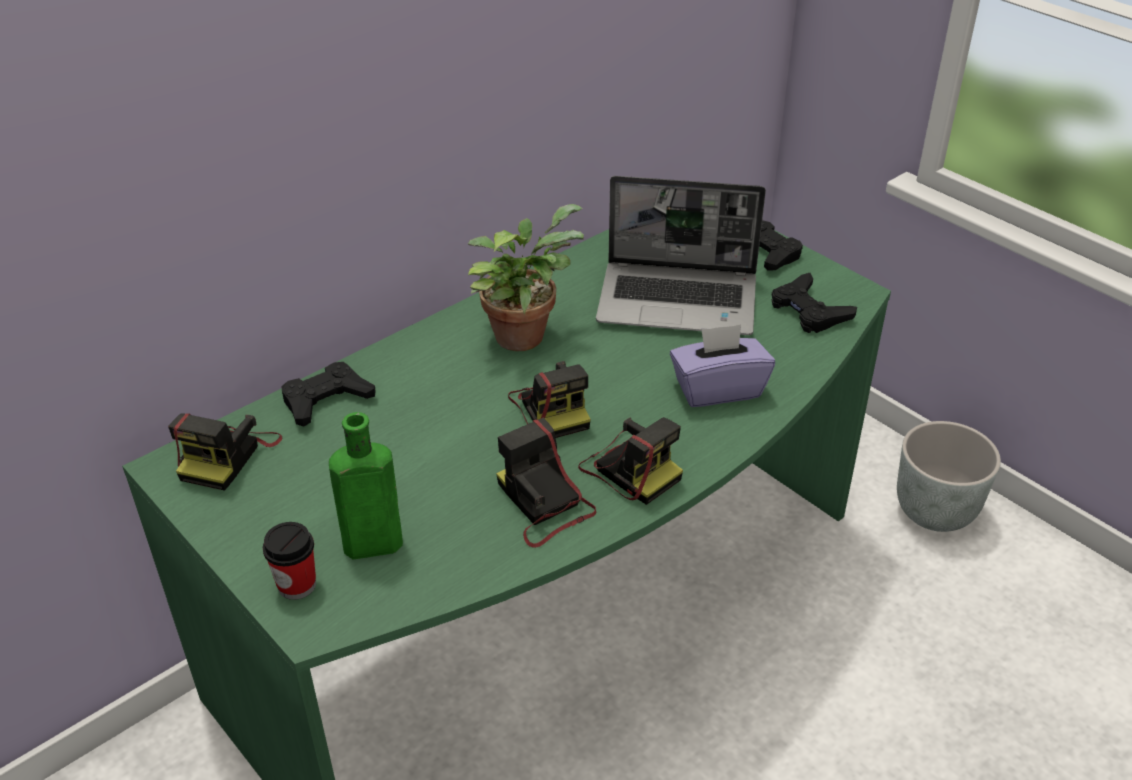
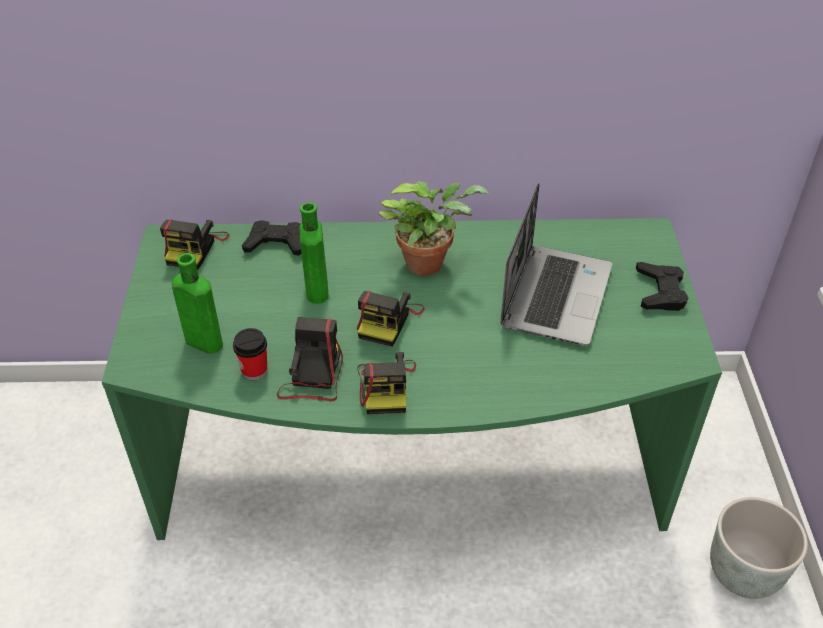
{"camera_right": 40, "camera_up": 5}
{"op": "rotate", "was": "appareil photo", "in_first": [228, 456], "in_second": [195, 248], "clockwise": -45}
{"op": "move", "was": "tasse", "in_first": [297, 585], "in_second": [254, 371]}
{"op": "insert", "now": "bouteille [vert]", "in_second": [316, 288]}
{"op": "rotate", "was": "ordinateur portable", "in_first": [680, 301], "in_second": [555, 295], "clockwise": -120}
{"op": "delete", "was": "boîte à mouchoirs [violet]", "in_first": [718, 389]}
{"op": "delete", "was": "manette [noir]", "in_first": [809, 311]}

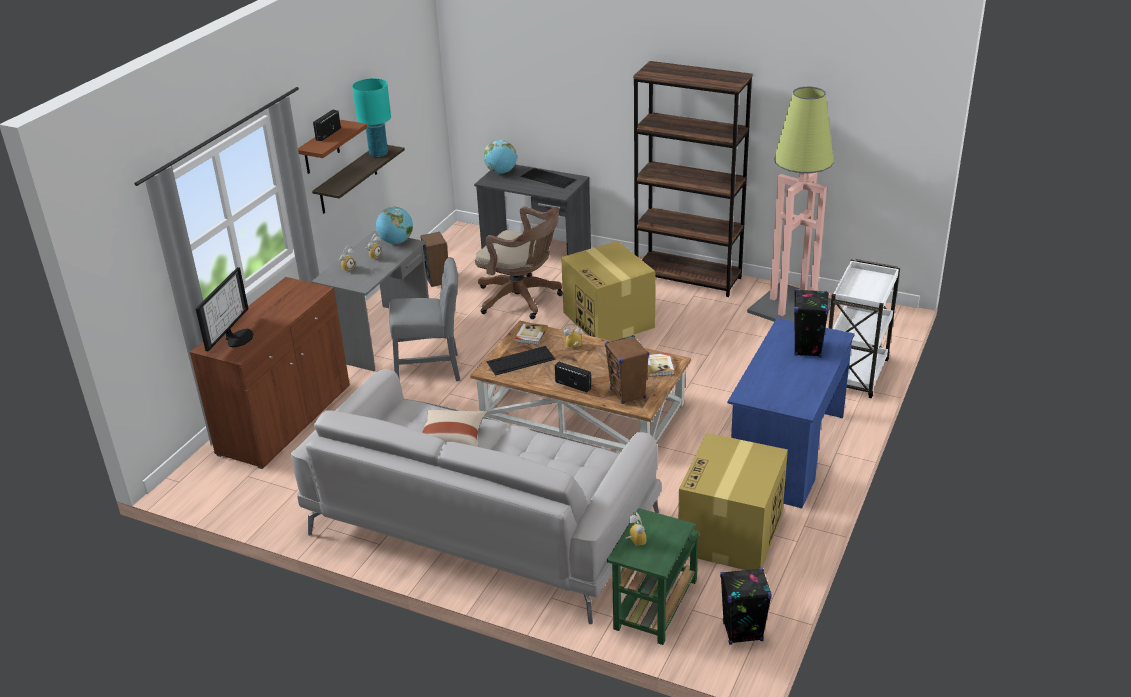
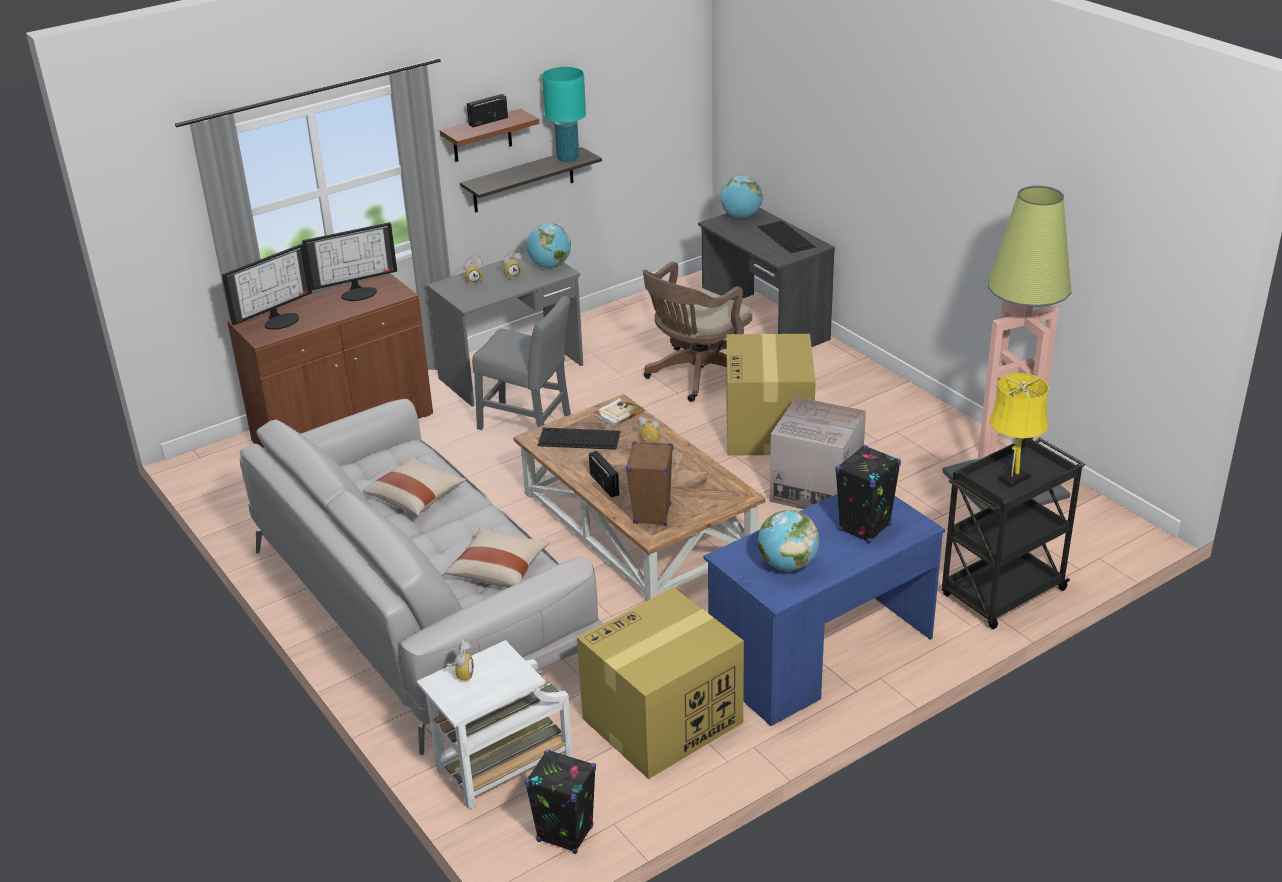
{"camera_right": 30, "camera_up": 0}
{"op": "insert", "now": "écran d'ordinateur", "in_second": [358, 292]}
{"op": "recolor", "was": "table d'appoint [vert]", "now": "table d'appoint [blanc]", "in_first": [654, 607], "in_second": [501, 766]}
{"op": "insert", "now": "coussin [beige]", "in_second": [500, 570]}
{"op": "rotate", "was": "chaise de bureau [marron]", "in_first": [522, 299], "in_second": [696, 376], "clockwise": 75}
{"op": "insert", "now": "globe", "in_second": [787, 565]}
{"op": "insert", "now": "carton", "in_second": [816, 489]}
{"op": "recolor", "was": "chariot [blanc]", "now": "chariot [noir]", "in_first": [855, 375], "in_second": [1001, 594]}
{"op": "insert", "now": "lampe de table [jaune]", "in_second": [1011, 479]}
{"op": "delete", "was": "enceinte", "in_first": [437, 278]}
{"op": "delete", "was": "bibliothèque [marron]", "in_first": [688, 278]}
{"op": "delete", "was": "livre", "in_first": [659, 366]}

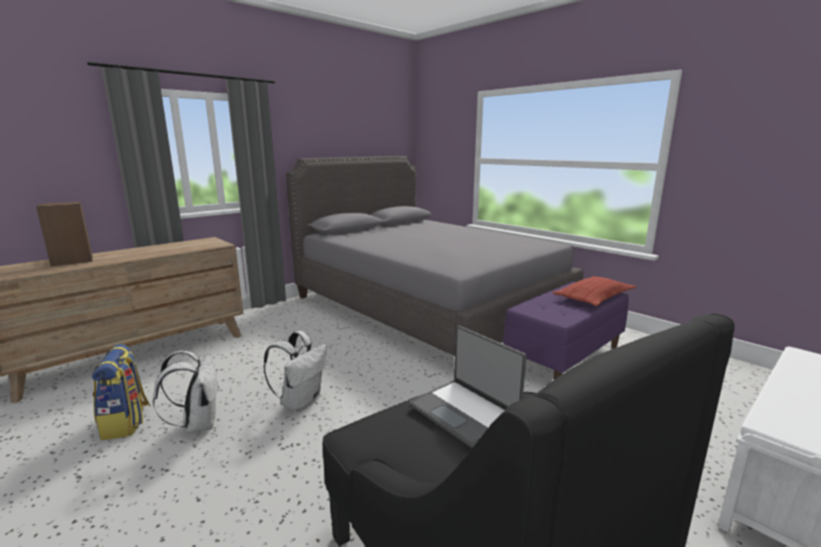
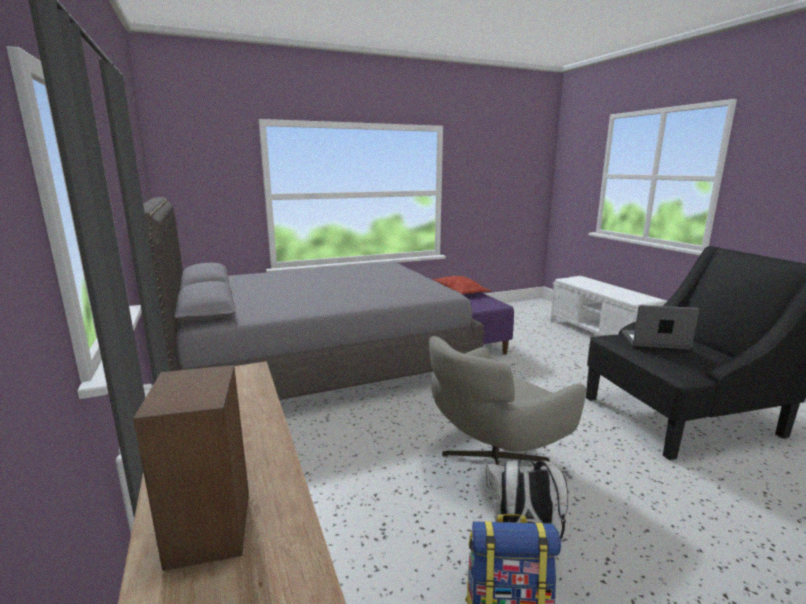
{"camera_right": -70, "camera_up": 0}
{"op": "replace", "was": "sac à dos [blanc]", "now": "fauteuil [gris]", "in_first": [301, 402], "in_second": [492, 461]}
{"op": "rotate", "was": "ordinateur portable", "in_first": [465, 412], "in_second": [654, 341], "clockwise": -150}

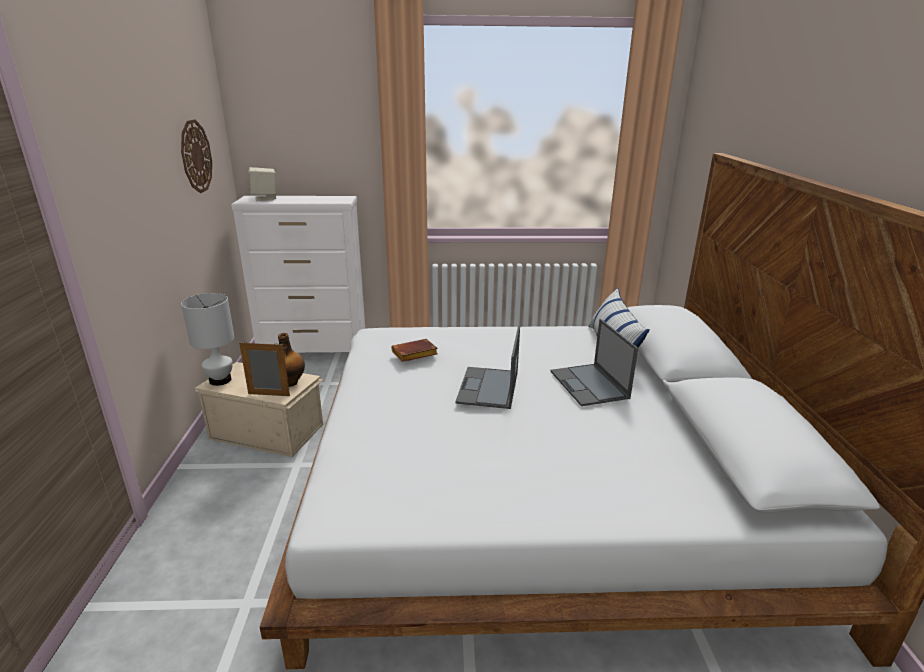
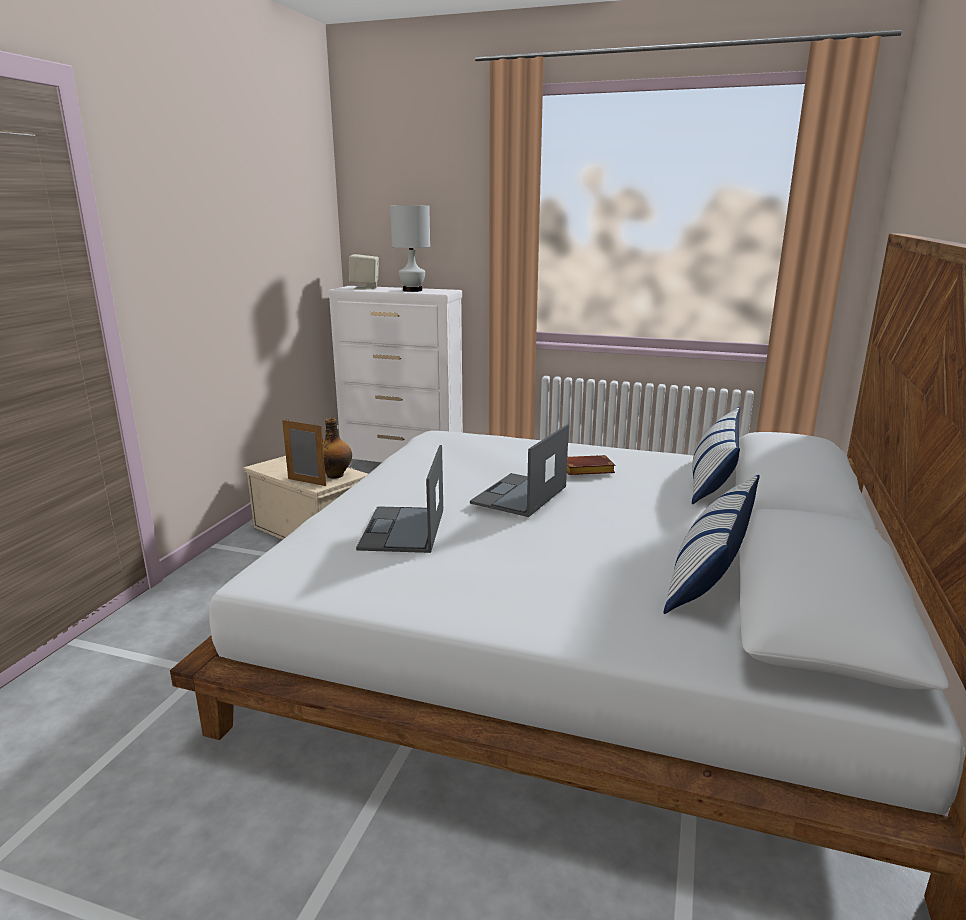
{"camera_right": 20, "camera_up": -5}
{"op": "move", "was": "ordinateur portable", "in_first": [589, 385], "in_second": [403, 530]}
{"op": "move", "was": "lampe de table [blanc]", "in_first": [219, 380], "in_second": [412, 290]}
{"op": "move", "was": "livre [marron]", "in_first": [414, 354], "in_second": [586, 470]}
{"op": "insert", "now": "coussin", "in_second": [708, 574]}
{"op": "delete", "was": "horloge murale", "in_first": [195, 156]}

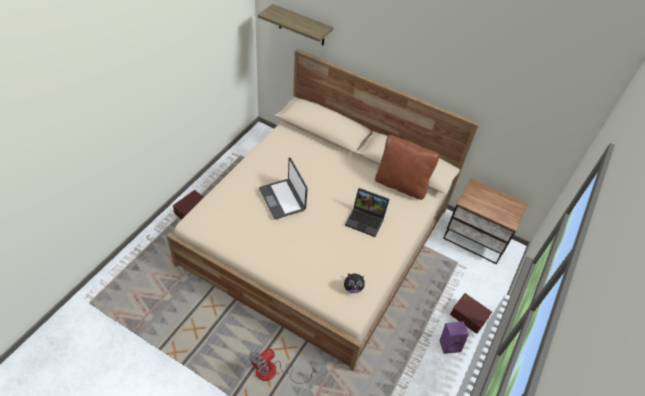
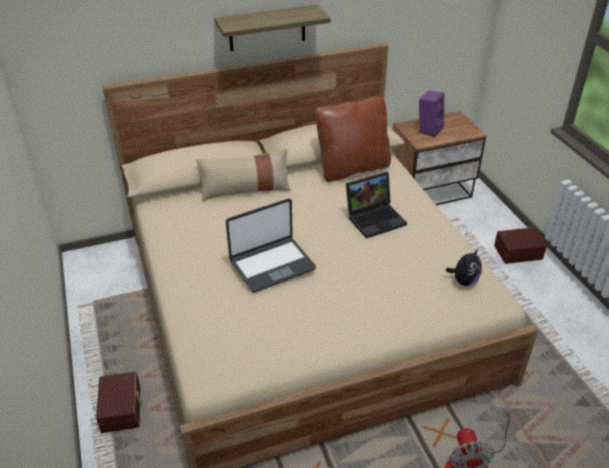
{"camera_right": -45, "camera_up": -10}
{"op": "insert", "now": "coussin [beige]", "in_second": [245, 190]}
{"op": "move", "was": "étagère", "in_first": [301, 25], "in_second": [267, 28]}
{"op": "rotate", "was": "ordinateur portable", "in_first": [282, 199], "in_second": [272, 265], "clockwise": -45}
{"op": "move", "was": "enceinte [violet]", "in_first": [449, 344], "in_second": [429, 129]}

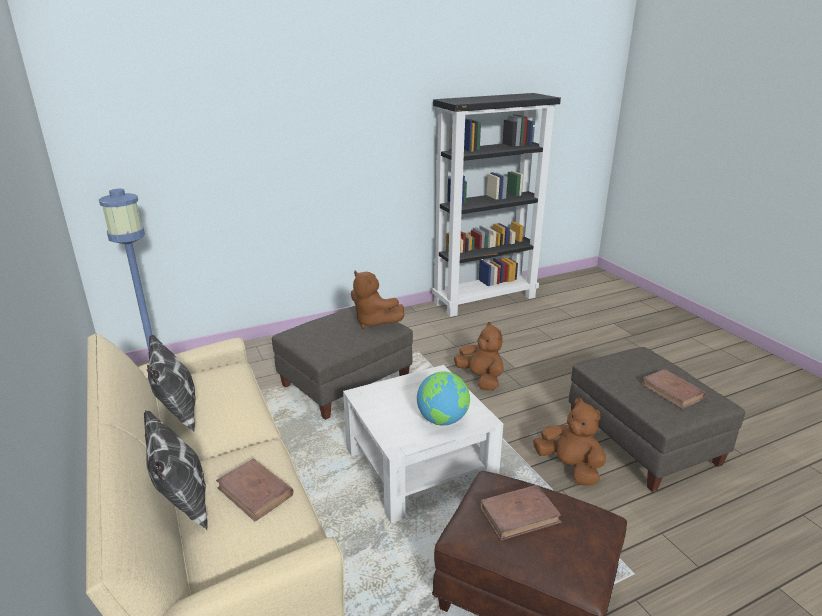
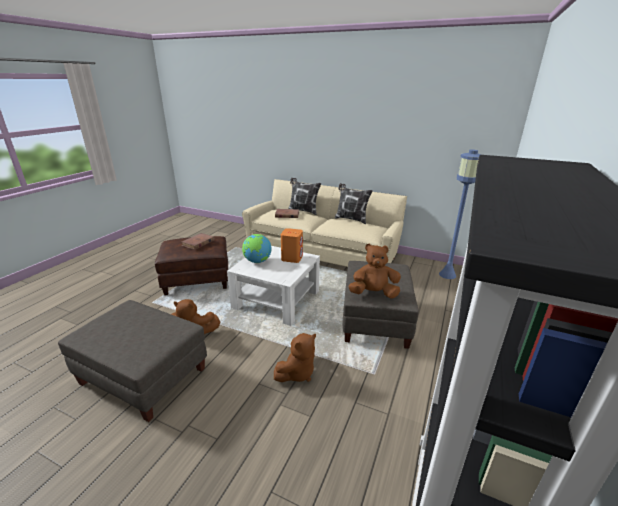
{"camera_right": 140, "camera_up": 0}
{"op": "rotate", "was": "peluche [marron]", "in_first": [481, 379], "in_second": [297, 373], "clockwise": -60}
{"op": "insert", "now": "enceinte [orange]", "in_second": [292, 258]}
{"op": "delete", "was": "livre [marron]", "in_first": [672, 391]}

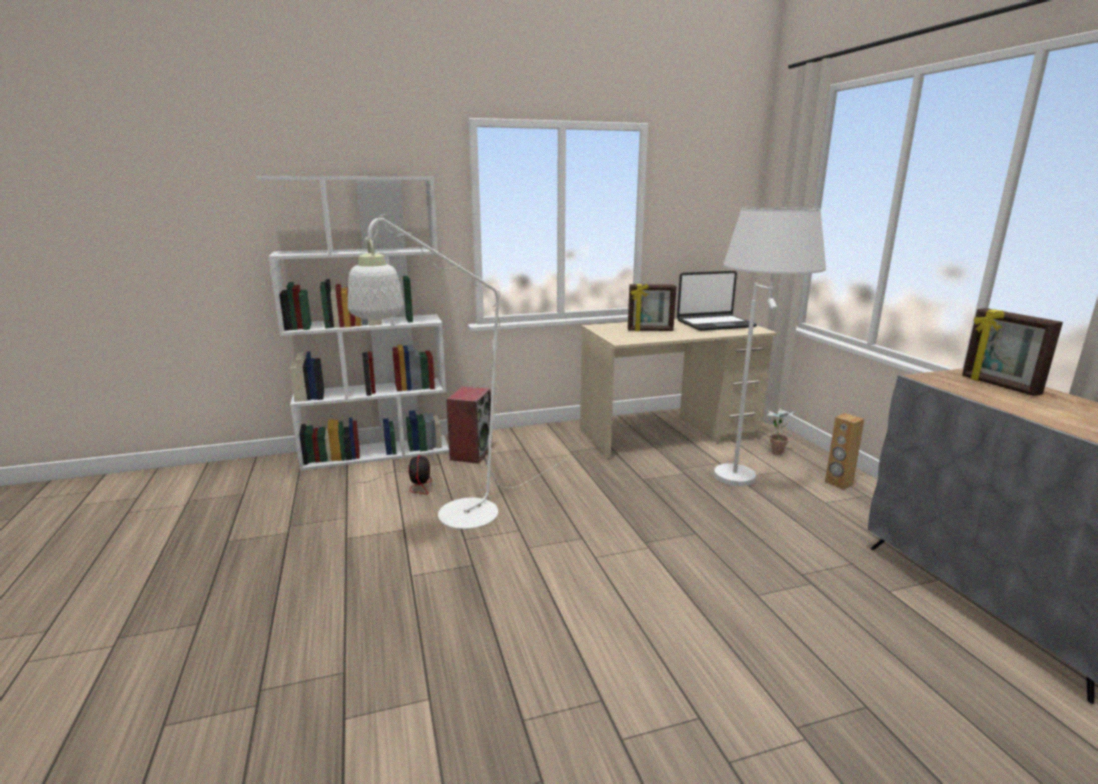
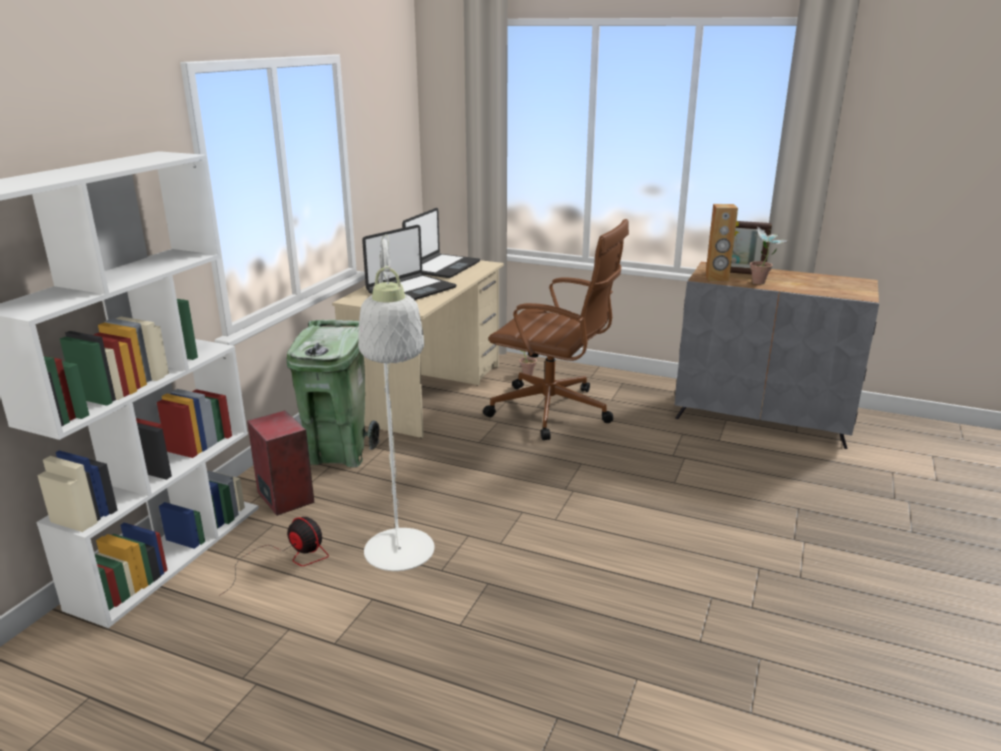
{"camera_right": -50, "camera_up": 5}
{"op": "insert", "now": "poubelle [vert]", "in_second": [339, 453]}
{"op": "replace", "was": "cadre photo", "now": "ordinateur portable", "in_first": [650, 330], "in_second": [411, 290]}
{"op": "replace", "was": "lampadaire [blanc]", "now": "chaise de bureau [marron]", "in_first": [747, 487], "in_second": [553, 411]}
{"op": "move", "was": "enceinte [marron]", "in_first": [838, 483], "in_second": [717, 279]}
{"op": "insert", "now": "plante en pot", "in_second": [762, 284]}

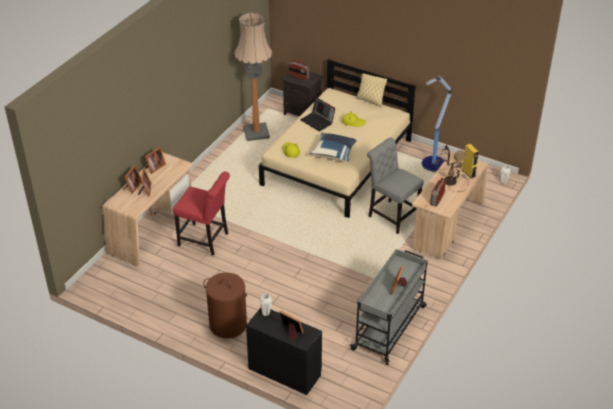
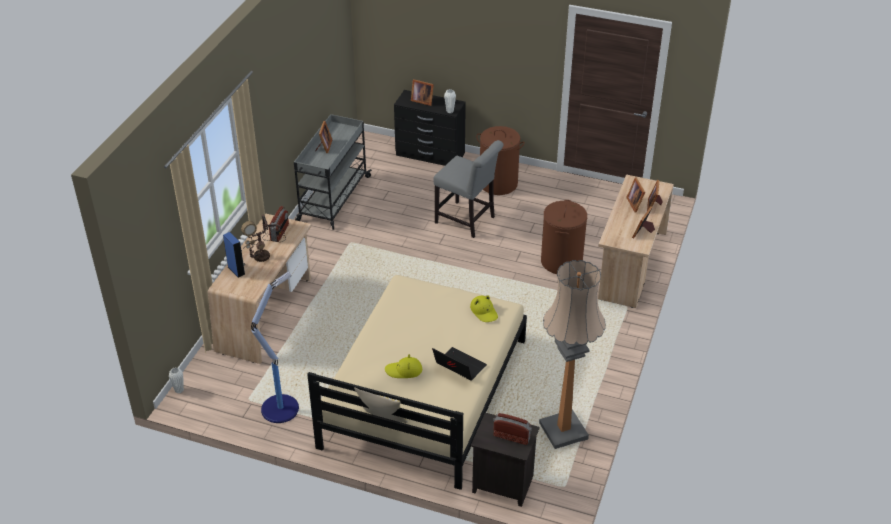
{"camera_right": 170, "camera_up": 0}
{"op": "recolor", "was": "enceinte [jaune]", "now": "enceinte [bleu]", "in_first": [468, 173], "in_second": [236, 270]}
{"op": "move", "was": "chaise [gris]", "in_first": [391, 215], "in_second": [467, 221]}
{"op": "replace", "was": "chaise [rouge]", "now": "panier à linge [marron]", "in_first": [205, 240], "in_second": [561, 261]}
{"op": "delete", "was": "coussin [bleu]", "in_first": [334, 153]}

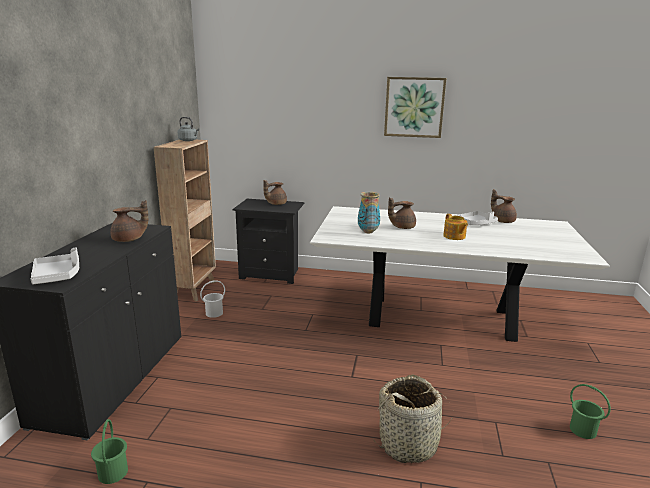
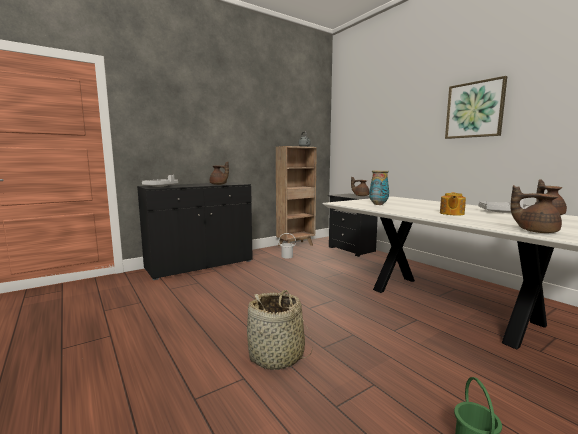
{"camera_right": 45, "camera_up": -10}
{"op": "move", "was": "théière [marron]", "in_first": [402, 227], "in_second": [535, 231]}
{"op": "delete", "was": "seau [vert]", "in_first": [112, 473]}

